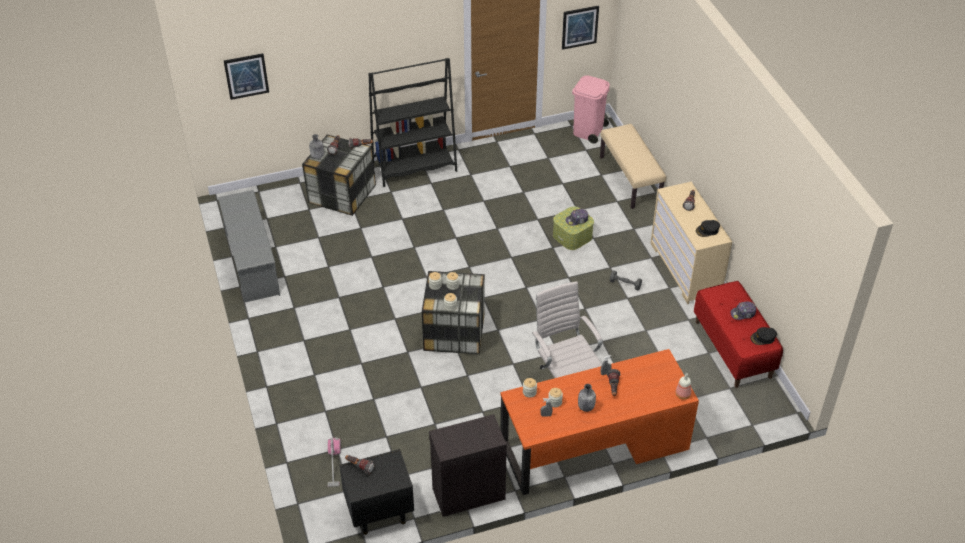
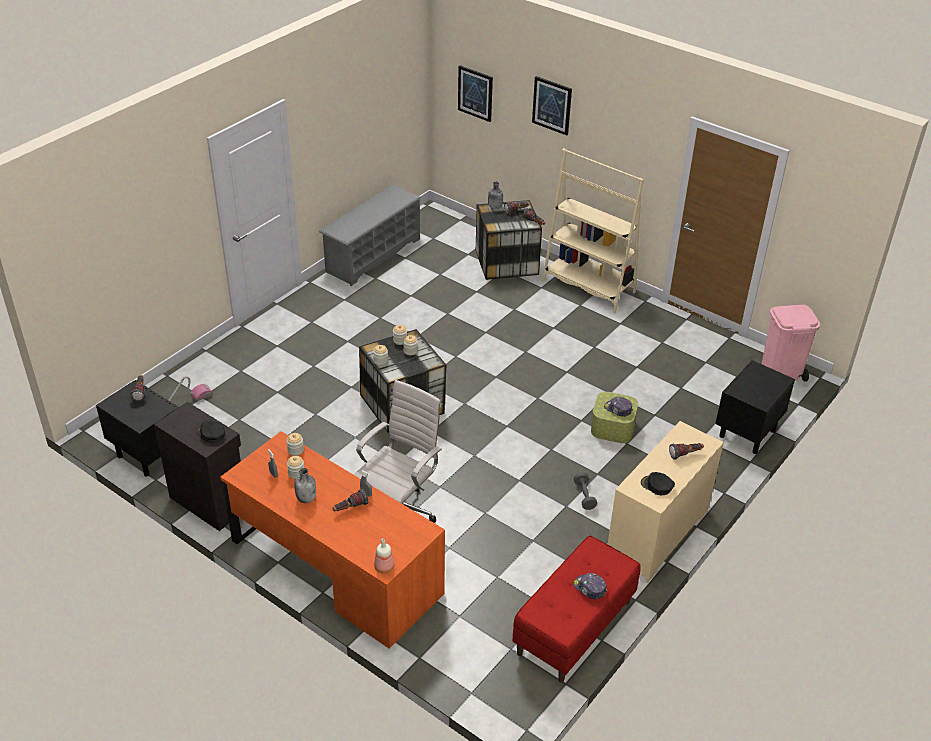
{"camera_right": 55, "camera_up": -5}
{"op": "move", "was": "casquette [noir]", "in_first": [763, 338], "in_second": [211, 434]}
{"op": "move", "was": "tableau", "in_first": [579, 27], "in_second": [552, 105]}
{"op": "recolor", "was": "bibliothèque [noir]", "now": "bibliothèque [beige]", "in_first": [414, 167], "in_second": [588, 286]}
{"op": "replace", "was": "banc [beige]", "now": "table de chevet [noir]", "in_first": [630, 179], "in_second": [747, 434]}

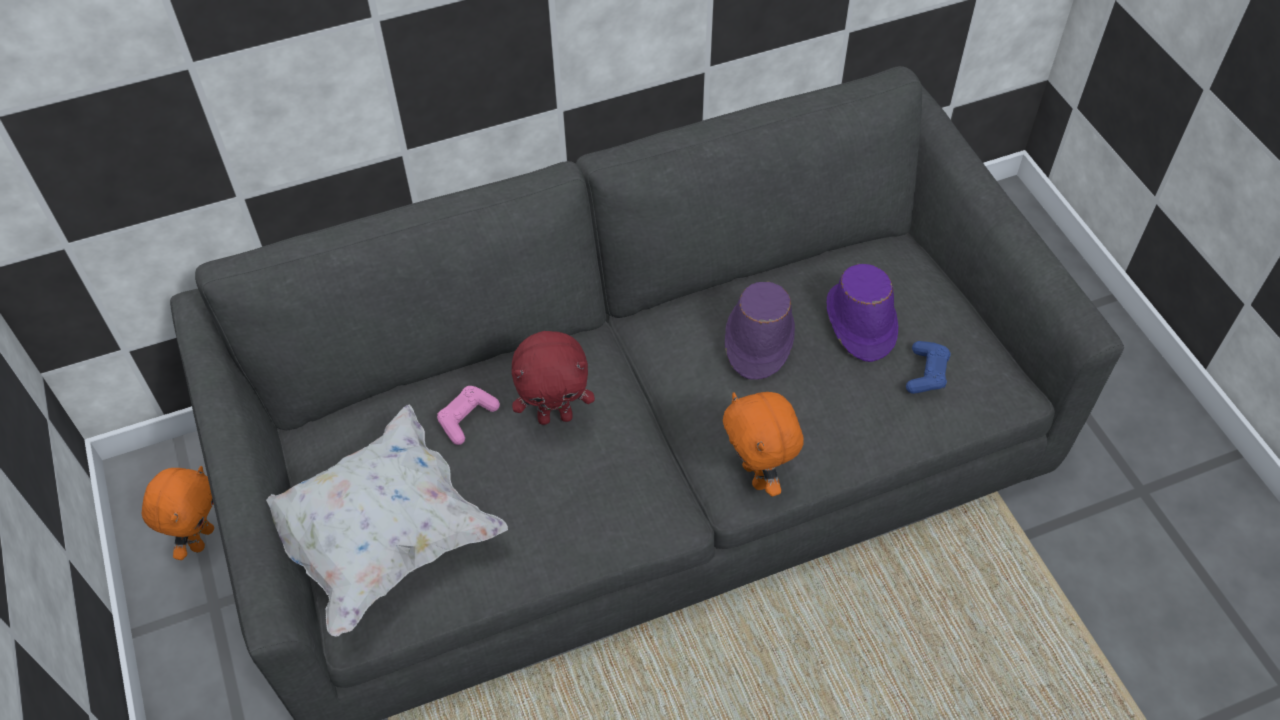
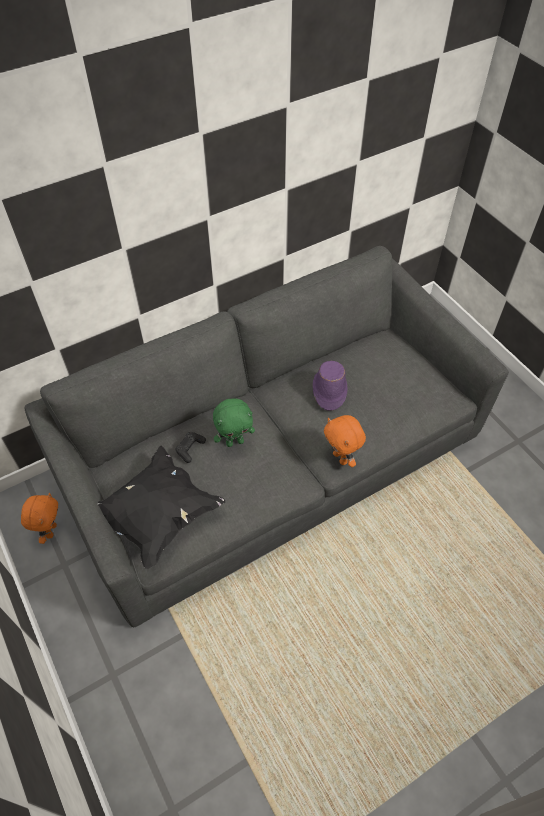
{"camera_right": -10, "camera_up": 0}
{"op": "recolor", "was": "coussin [blanc]", "now": "coussin [noir]", "in_first": [382, 537], "in_second": [158, 515]}
{"op": "recolor", "was": "manette [rose]", "now": "manette [noir]", "in_first": [467, 418], "in_second": [190, 449]}
{"op": "recolor", "was": "peluche [rouge]", "now": "peluche [vert]", "in_first": [555, 416], "in_second": [235, 442]}
{"op": "delete", "was": "chapeau [violet]", "in_first": [860, 323]}
{"op": "delete", "was": "manette [bleu]", "in_first": [926, 373]}

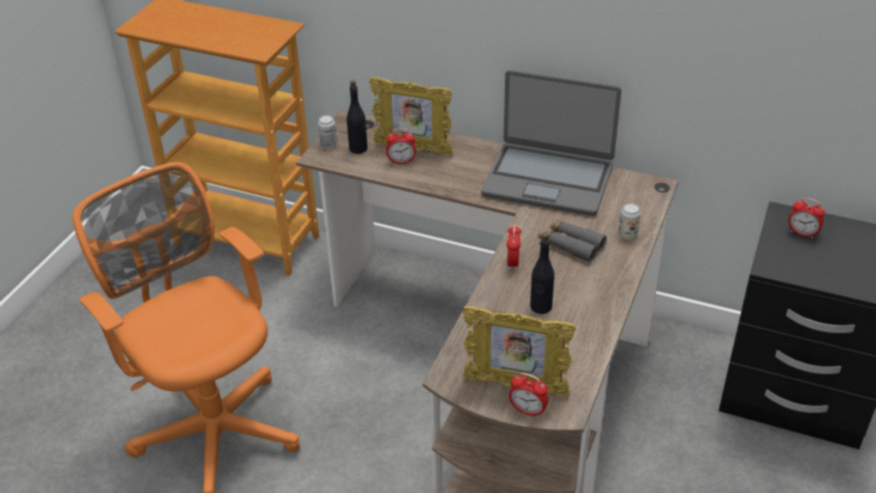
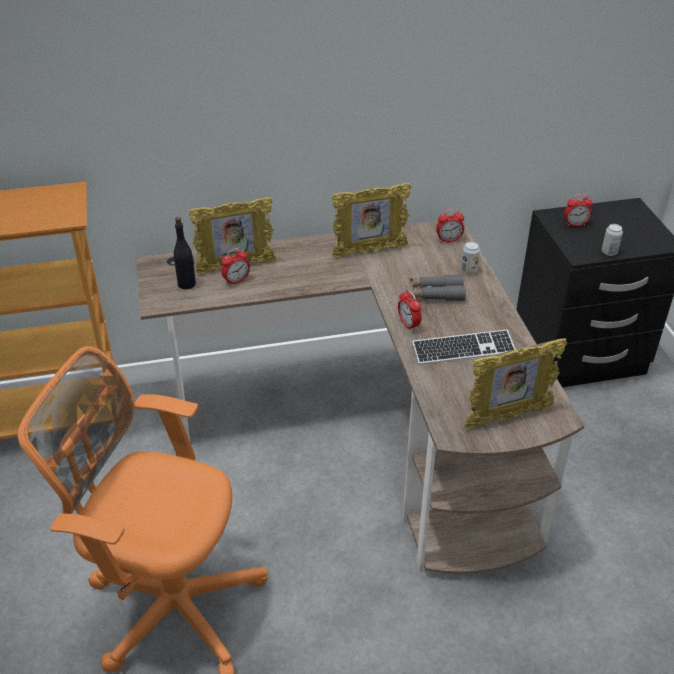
{"camera_right": -35, "camera_up": 0}
{"op": "replace", "was": "ordinateur portable", "now": "cadre photo", "in_first": [548, 180], "in_second": [369, 251]}
{"op": "replace", "was": "bouteille [noir]", "now": "clavier", "in_first": [540, 307], "in_second": [463, 349]}
{"op": "move", "was": "réveil", "in_first": [527, 411], "in_second": [449, 240]}
{"op": "move", "was": "boîte métallique", "in_first": [328, 145], "in_second": [609, 252]}

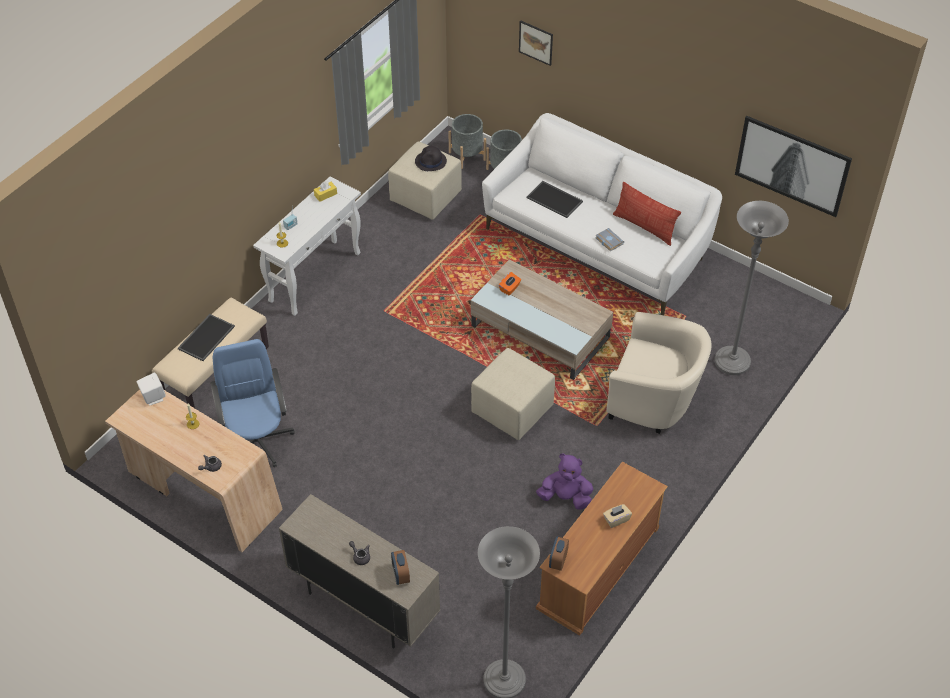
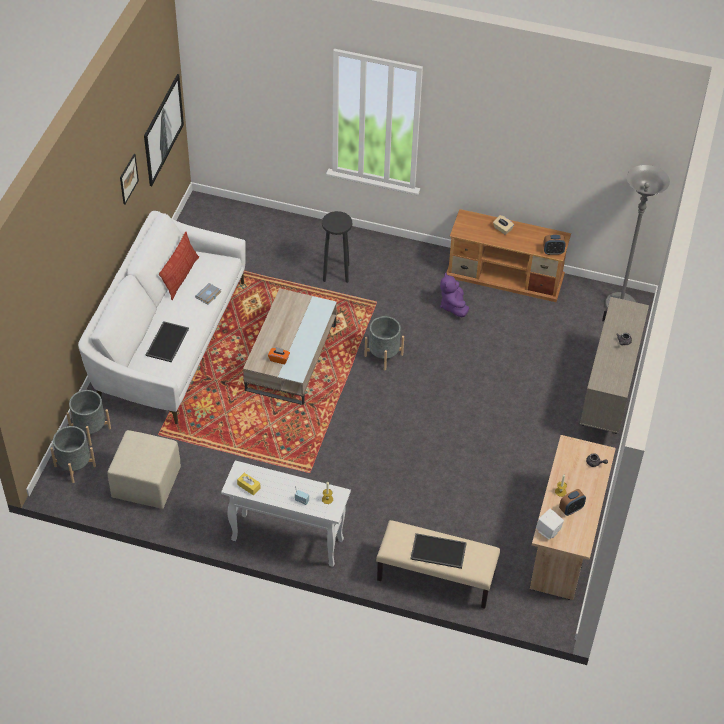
{"camera_right": -110, "camera_up": 0}
{"op": "move", "was": "tableau", "in_first": [536, 42], "in_second": [128, 179]}
{"op": "replace", "was": "fauteuil [beige]", "now": "tabouret [noir]", "in_first": [655, 401], "in_second": [336, 273]}
{"op": "replace", "was": "pouf [beige]", "now": "cache-pot [gris]", "in_first": [513, 410], "in_second": [383, 355]}
{"op": "move", "was": "réveil", "in_first": [401, 575], "in_second": [571, 509]}
{"op": "delete", "was": "chaise de bureau [bleu]", "in_first": [257, 440]}
{"op": "delete", "was": "chapeau [noir]", "in_first": [431, 161]}
{"op": "delete", "was": "lampadaire [gris]", "in_first": [732, 362]}

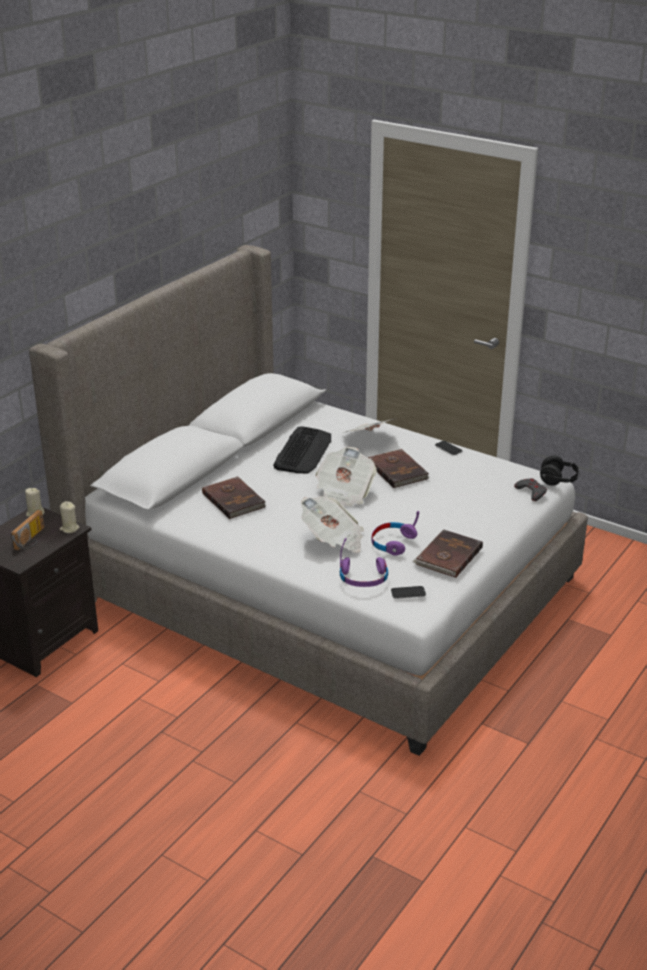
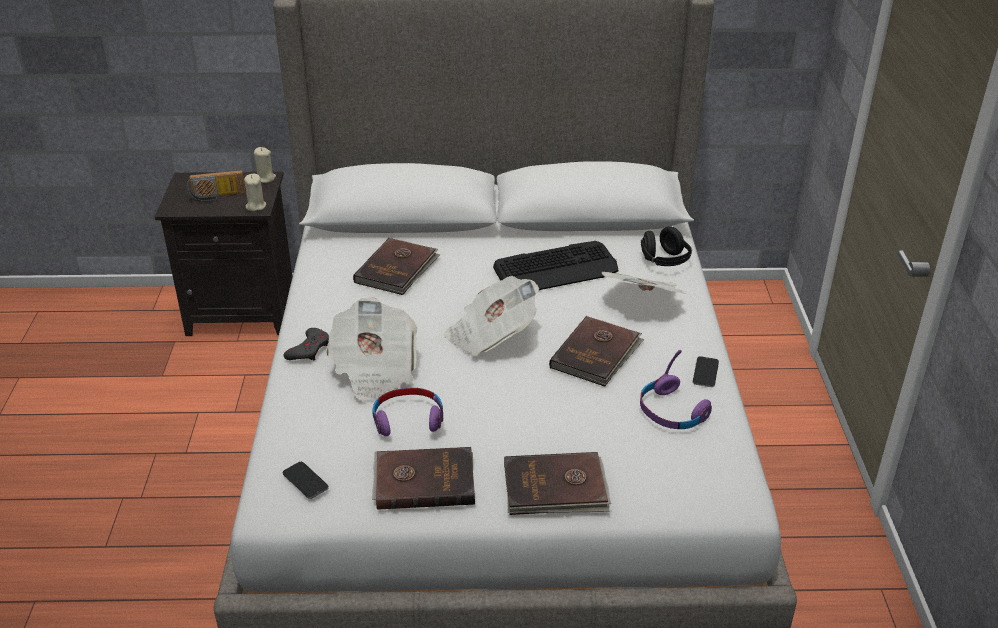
{"camera_right": 55, "camera_up": 5}
{"op": "move", "was": "manette [gris]", "in_first": [531, 492], "in_second": [309, 349]}
{"op": "insert", "now": "livre [marron]", "in_second": [556, 488]}
{"op": "move", "was": "casque audio [violet]", "in_first": [363, 578], "in_second": [671, 412]}
{"op": "move", "was": "casque audio [noir]", "in_first": [559, 481], "in_second": [664, 261]}

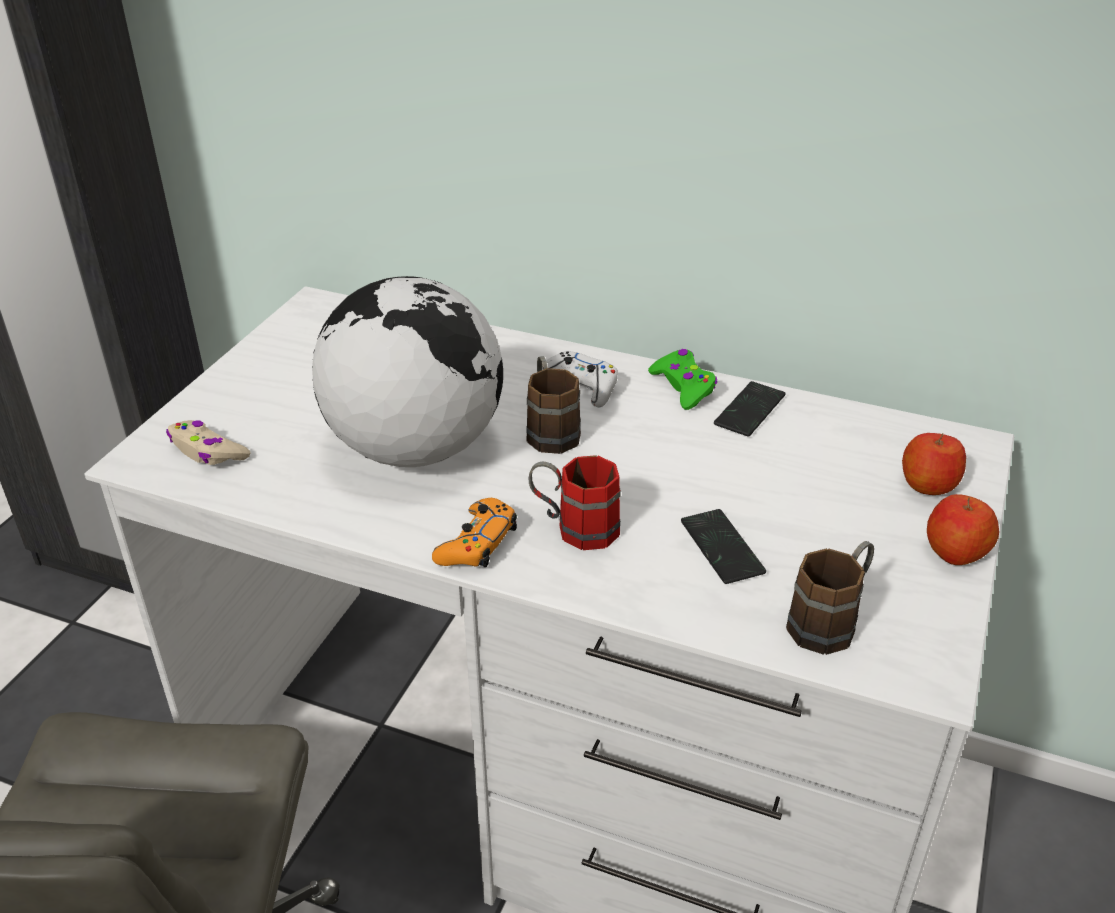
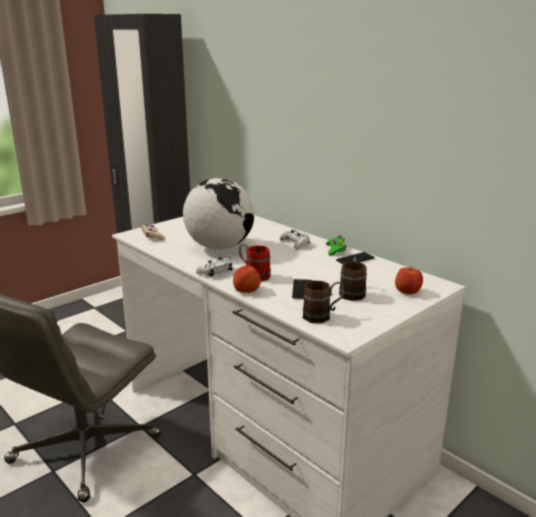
{"camera_right": 25, "camera_up": -15}
{"op": "recolor", "was": "manette [orange]", "now": "manette [blanc]", "in_first": [477, 543], "in_second": [215, 272]}
{"op": "move", "was": "pomme", "in_first": [955, 551], "in_second": [246, 290]}
{"op": "move", "was": "mug [marron]", "in_first": [550, 429], "in_second": [352, 292]}

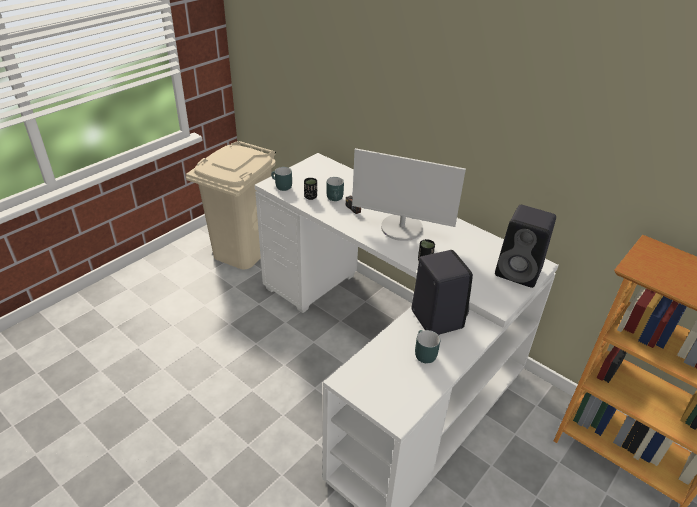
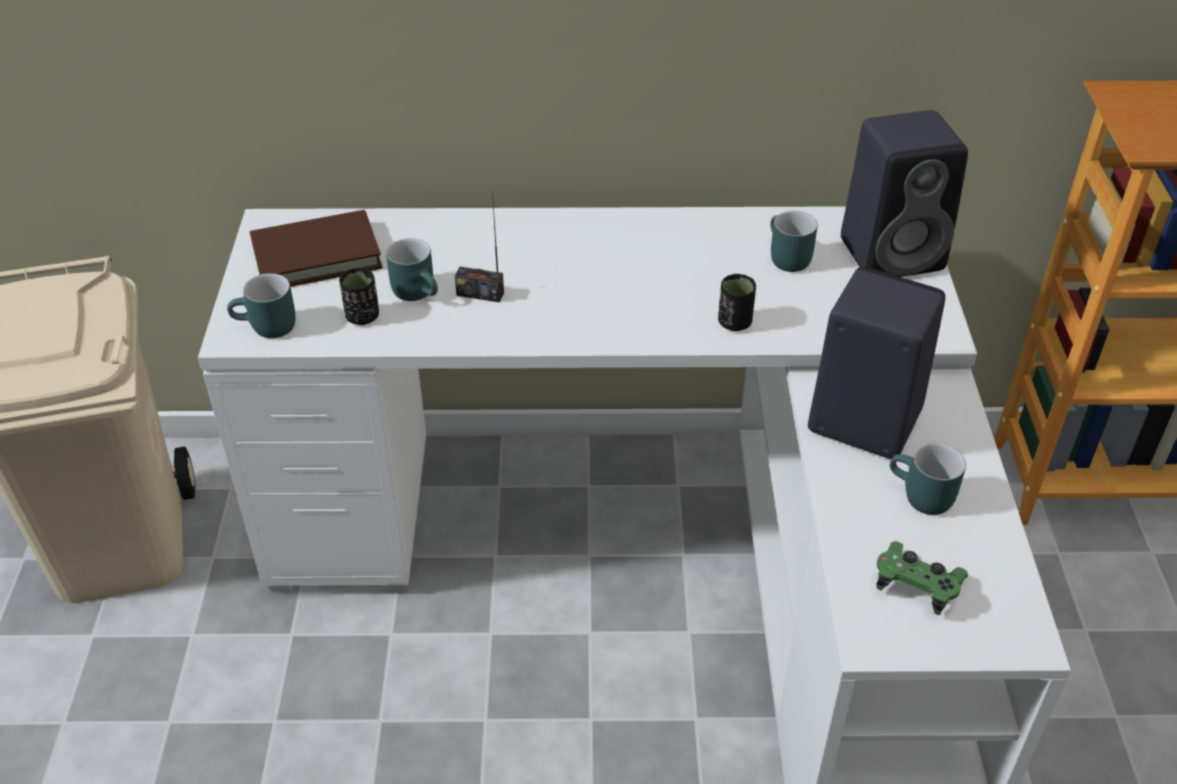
{"camera_right": -40, "camera_up": 5}
{"op": "insert", "now": "livre [marron]", "in_second": [316, 256]}
{"op": "insert", "now": "mug [turquoise]", "in_second": [784, 258]}
{"op": "insert", "now": "manette [vert]", "in_second": [916, 586]}
{"op": "delete", "was": "écran d'ordinateur", "in_first": [402, 228]}

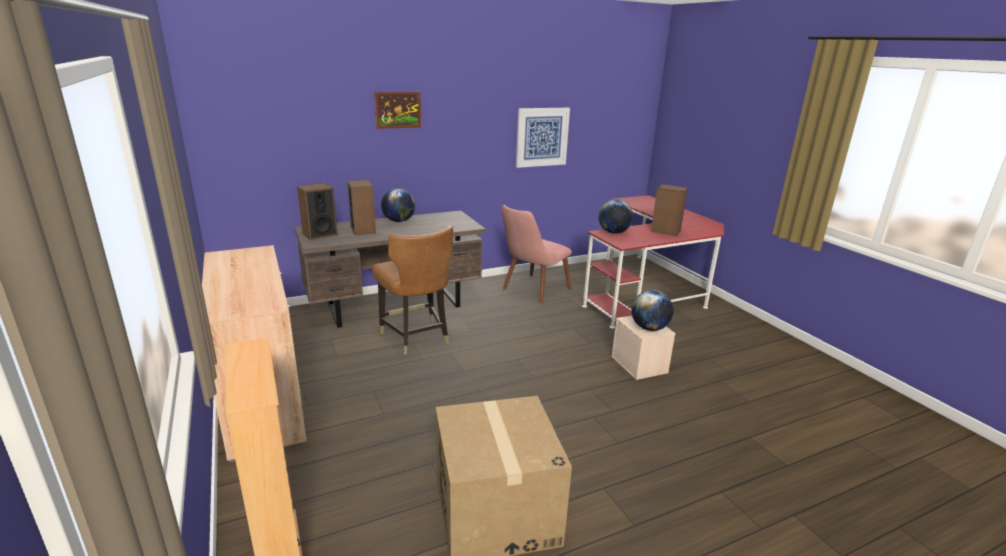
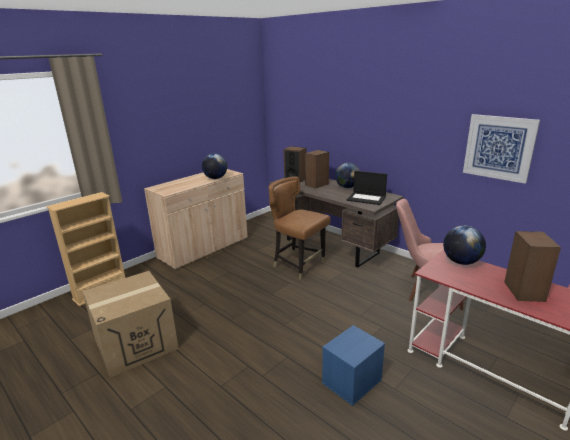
{"camera_right": 70, "camera_up": 0}
{"op": "move", "was": "globe", "in_first": [649, 328], "in_second": [215, 178]}
{"op": "rotate", "was": "chaise [marron]", "in_first": [416, 337], "in_second": [298, 265], "clockwise": 90}
{"op": "recolor", "was": "boîte de rangement [beige]", "now": "boîte de rangement [bleu]", "in_first": [640, 364], "in_second": [352, 382]}
{"op": "insert", "now": "ordinateur portable", "in_second": [366, 198]}
{"op": "delete", "was": "tableau", "in_first": [398, 110]}

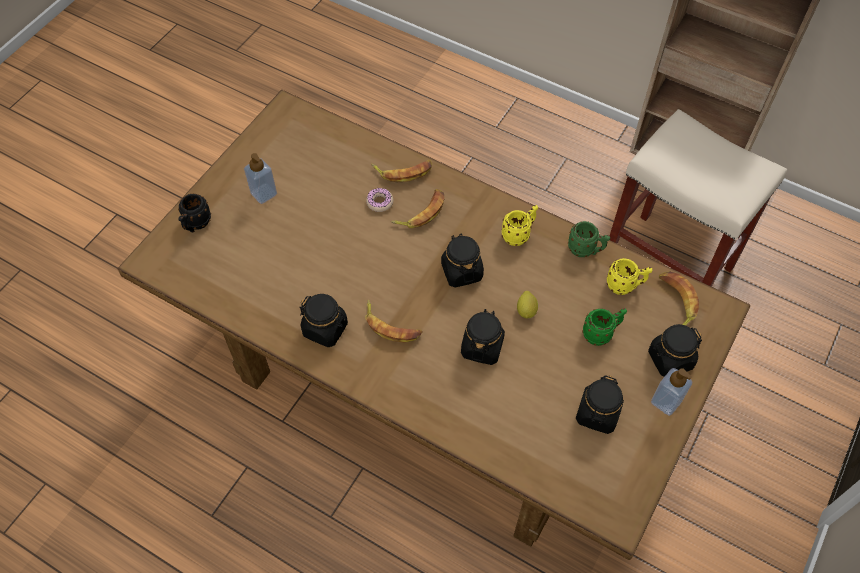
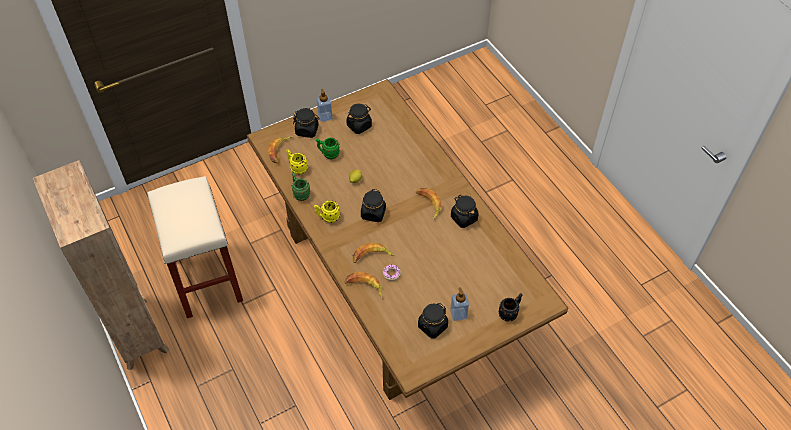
{"camera_right": -150, "camera_up": -5}
{"op": "move", "was": "bocal [noir]", "in_first": [482, 347], "in_second": [432, 326]}

